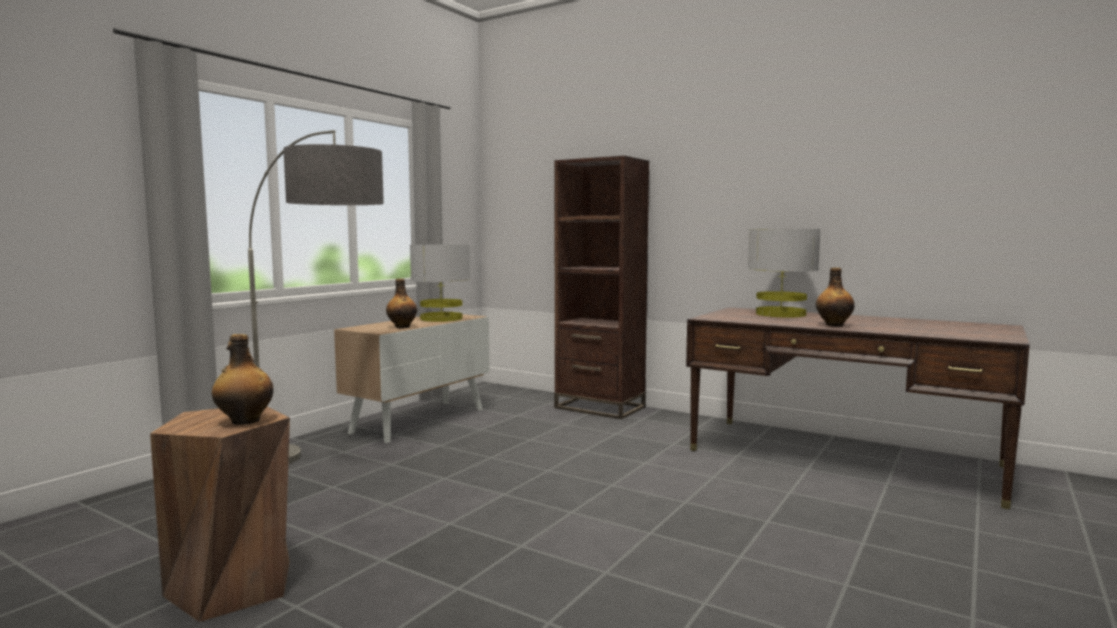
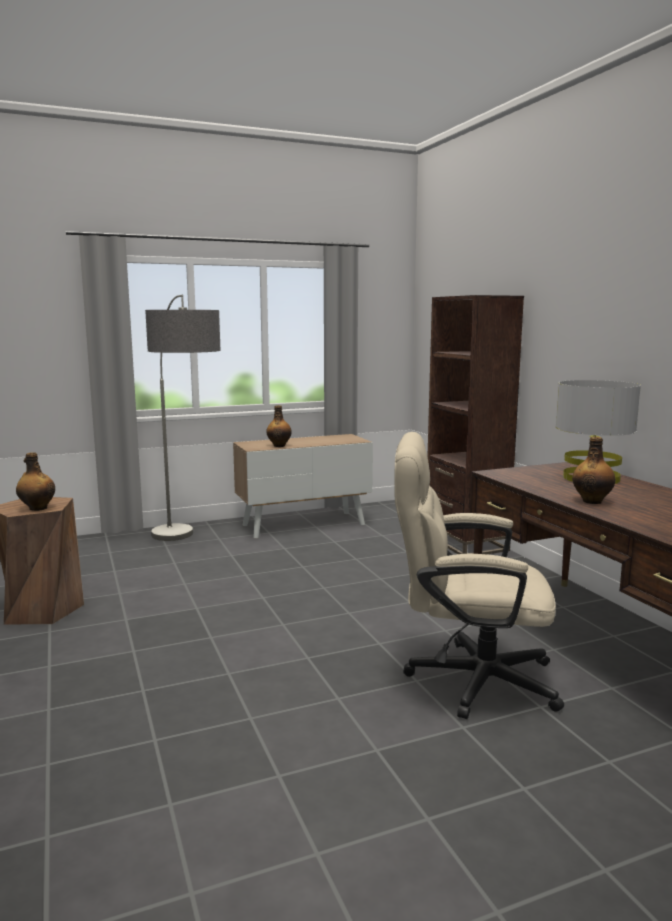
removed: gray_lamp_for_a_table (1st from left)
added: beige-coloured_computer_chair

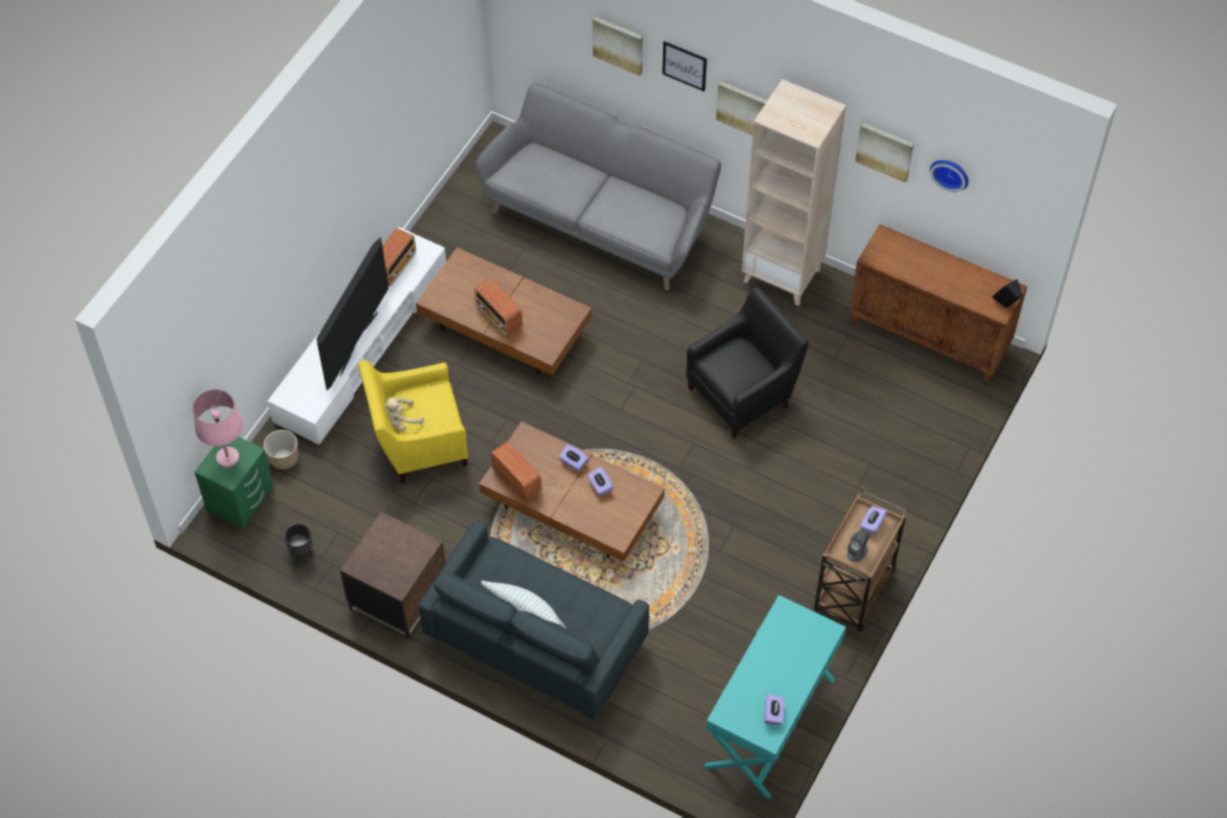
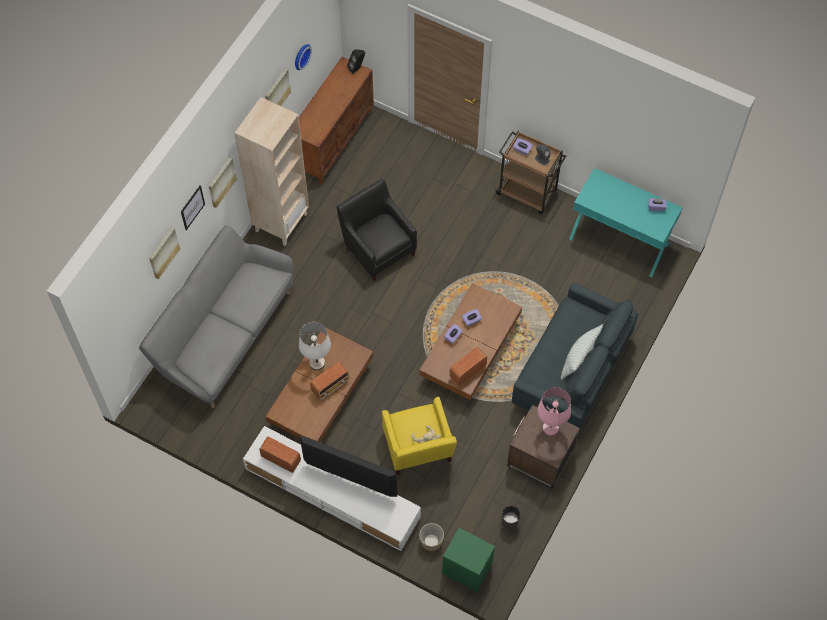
added: whitish_lamp_for_a_table
moved: pink-coloured_lamp_for_a_table

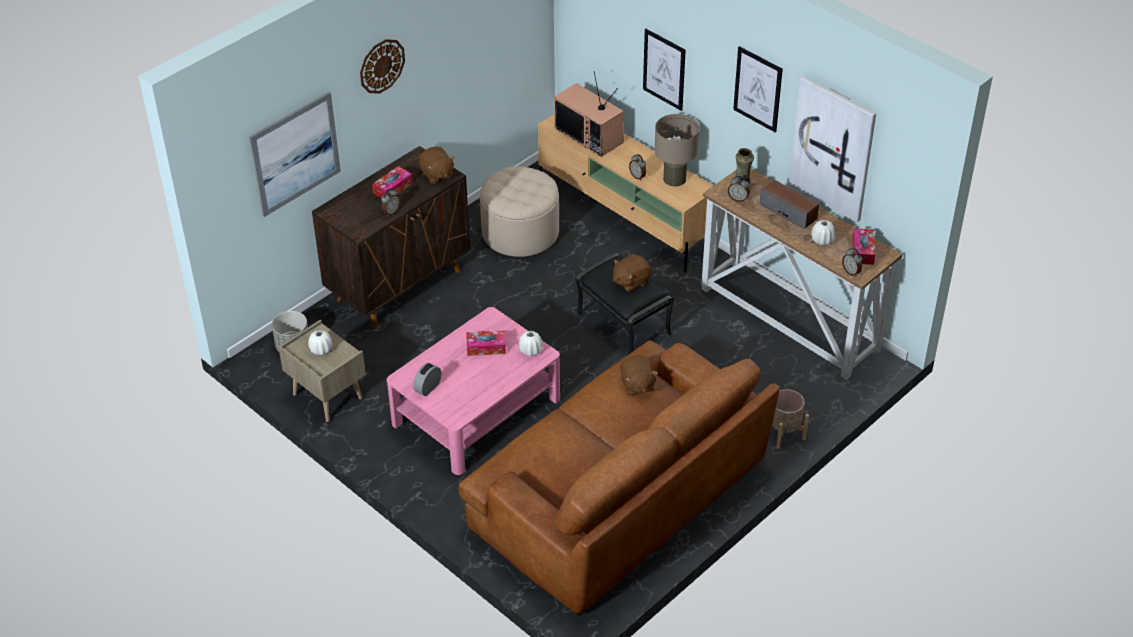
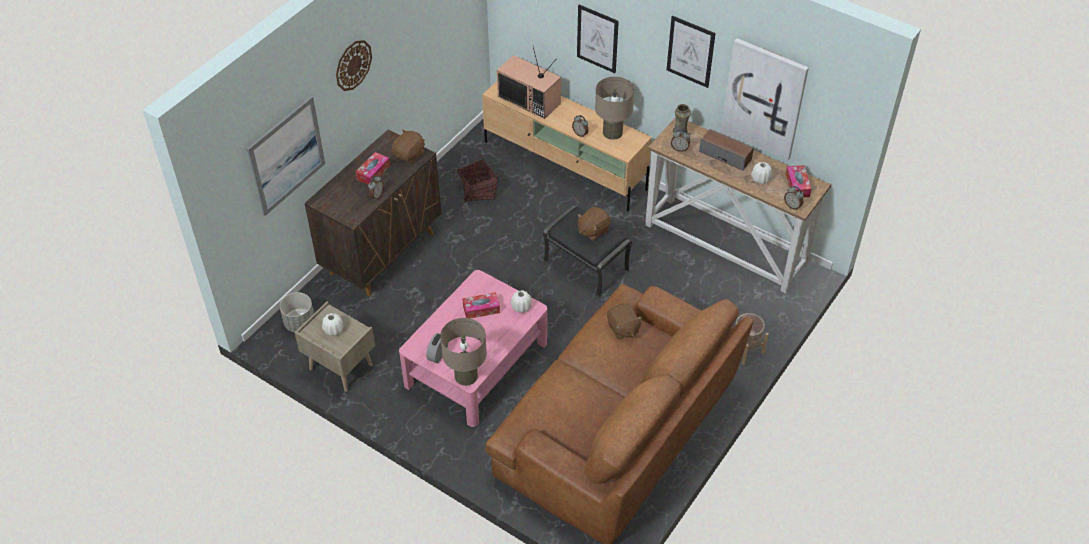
added: beige-coloured_lamp_for_a_table (1st from left)
replaced: beige-coloured_footrest to household_basket
turned: brown-coloured_cuddly_toy (1st from left) 105 degrees counterclockwise

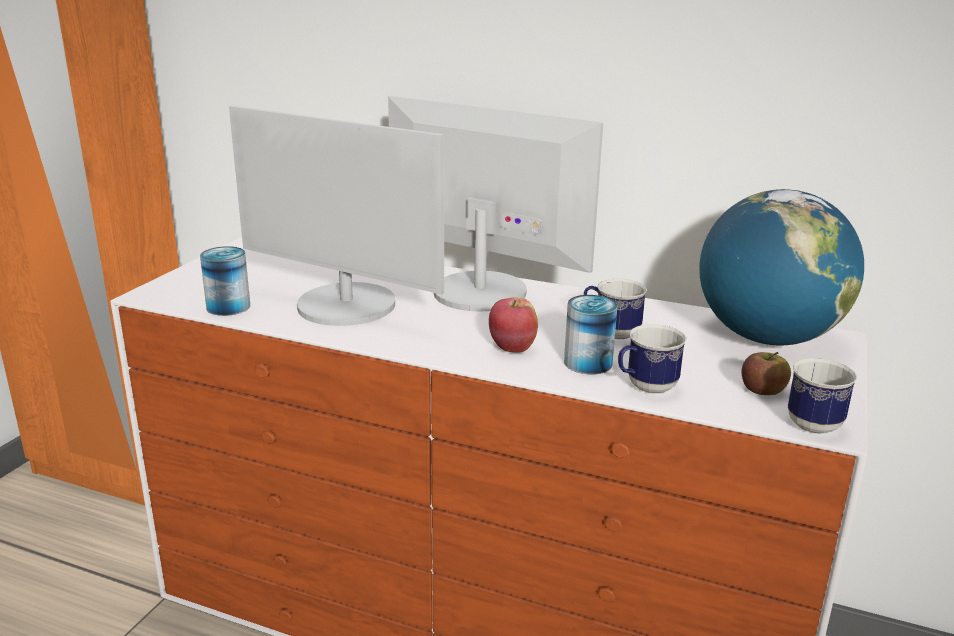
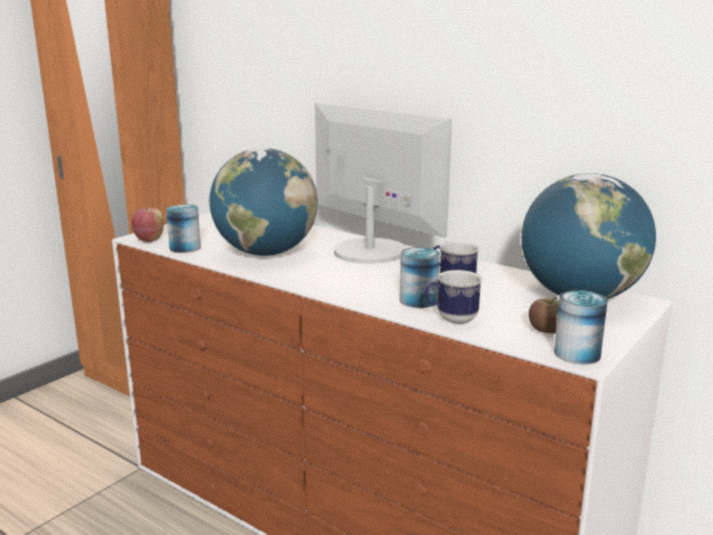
moved: whole_apple (1st from left)
replaced: computer_display (1st from left) to desk_globe (1st from left); coffee_mug (3rd from left) to sealed_can (3rd from left)

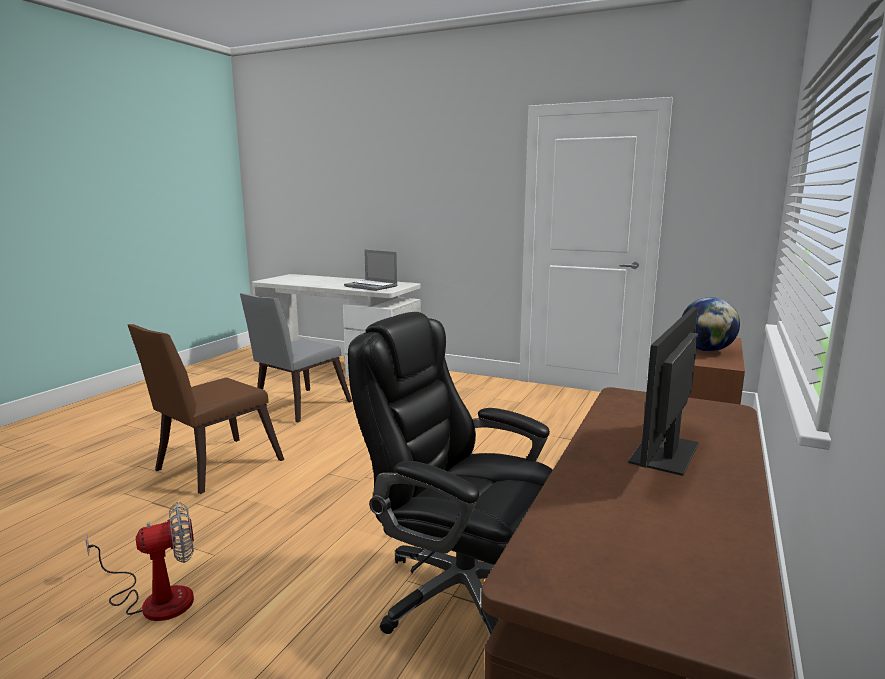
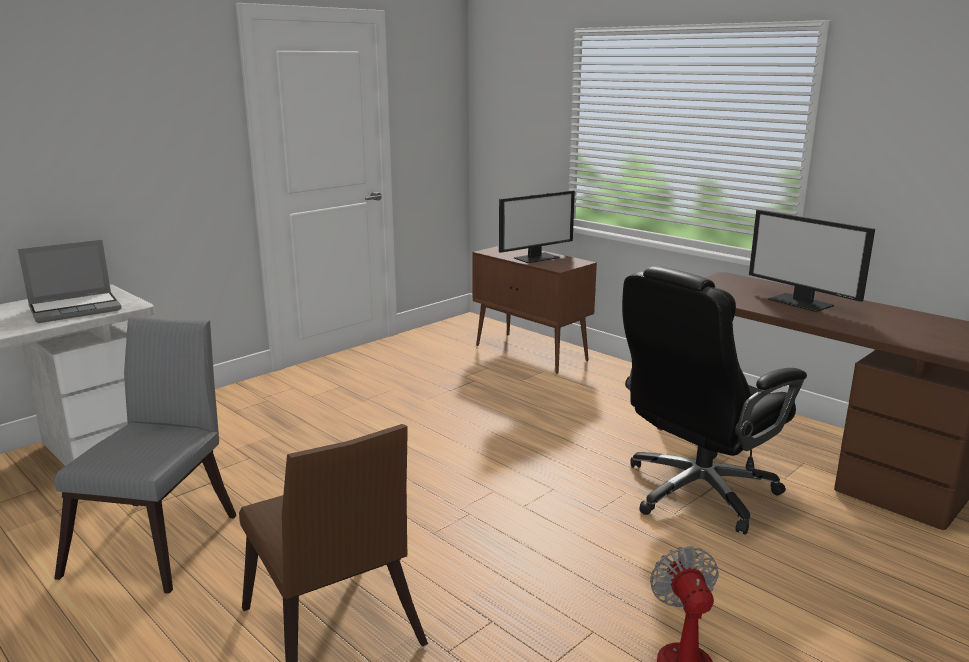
replaced: desk_globe to computer_display (1st from left)
turned: gray_chair 135 degrees counterclockwise

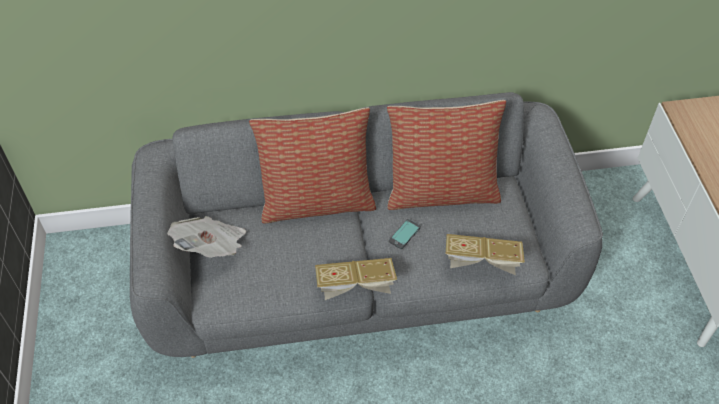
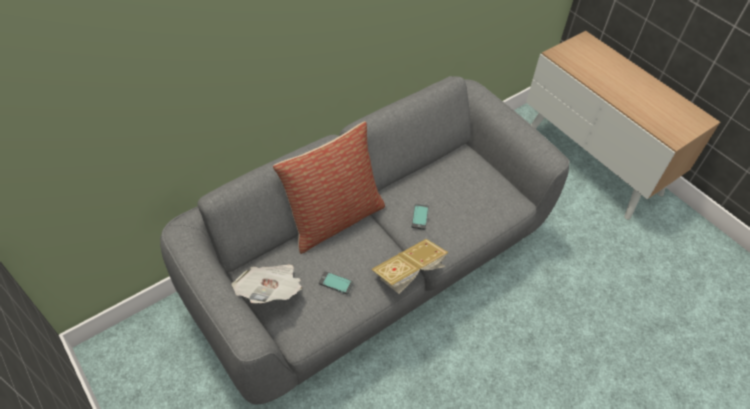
removed: cushion (2nd from left); bound_book (2nd from left)
added: handset (1st from left)

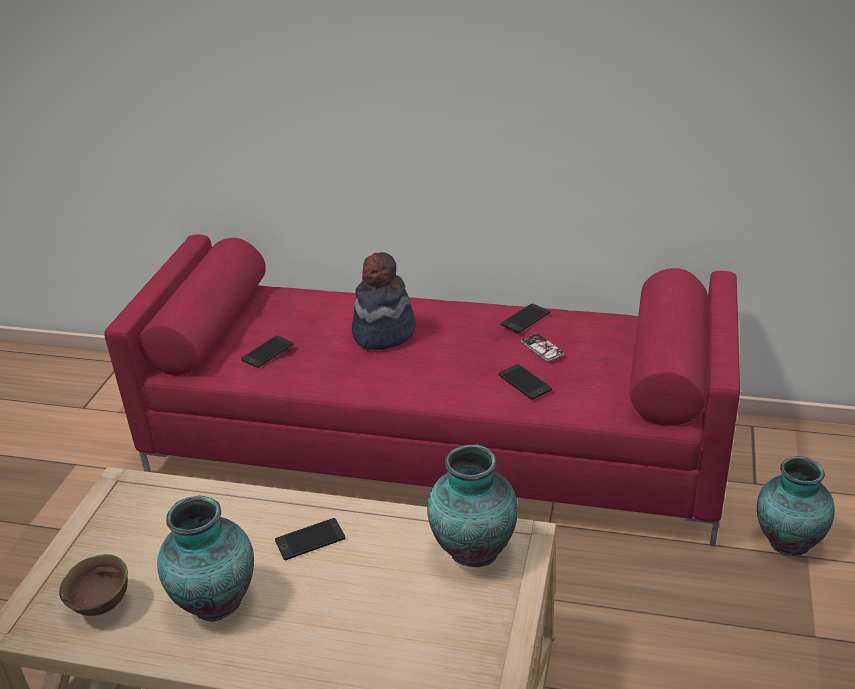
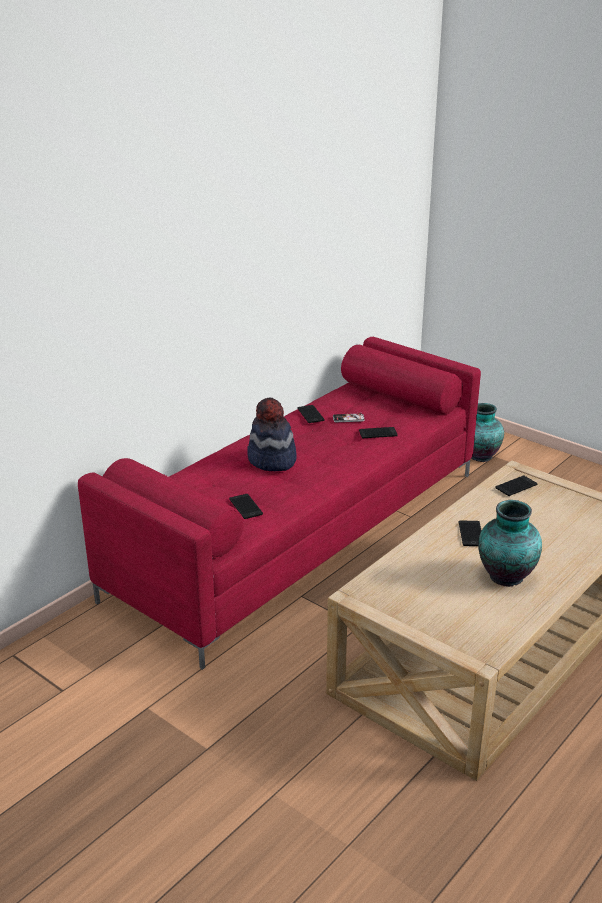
removed: brown-coloured_bowl
replaced: vase (2nd from left) to handset (6th from left)

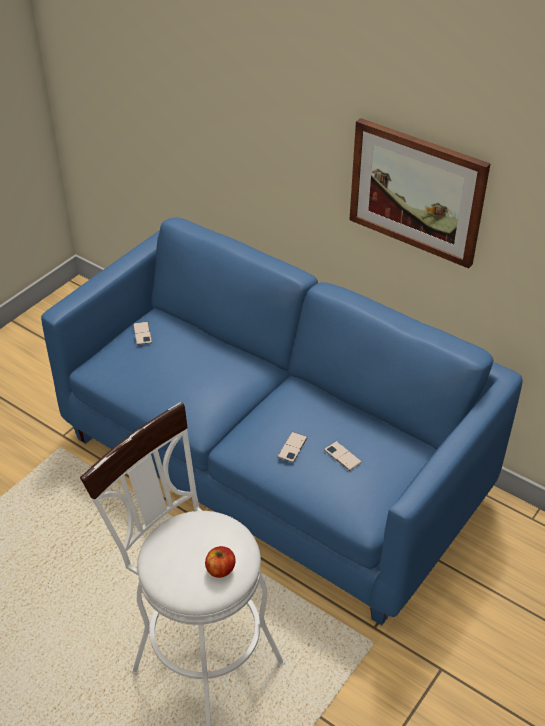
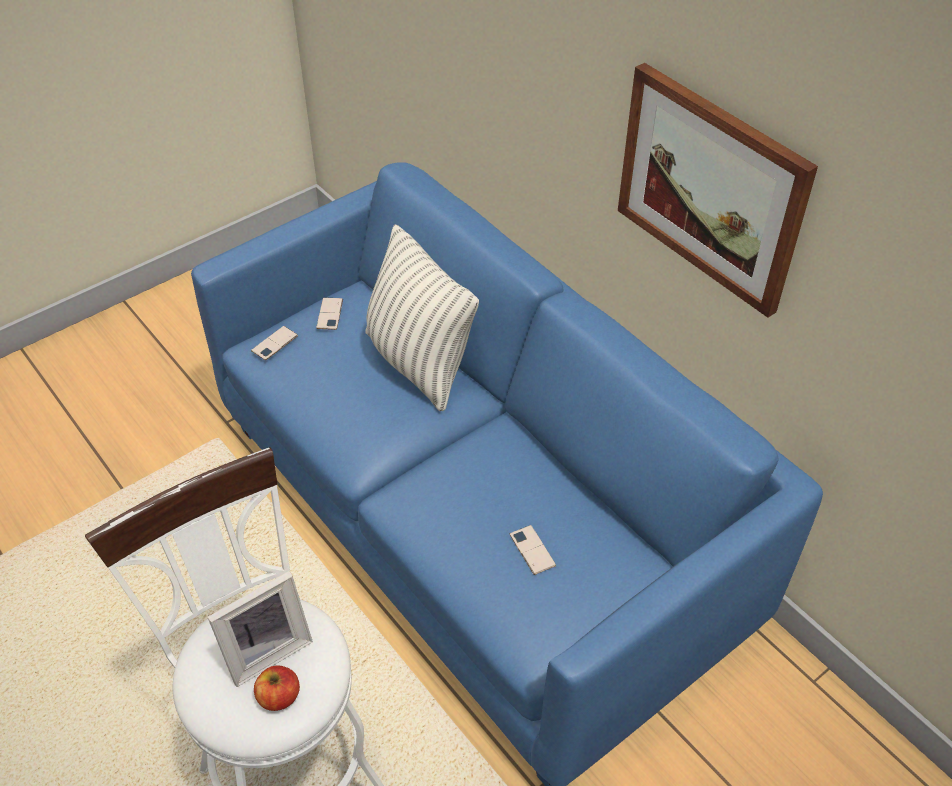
added: standing_frame; cushion
moved: handset (2nd from left in the first image) to handset (1st from left)

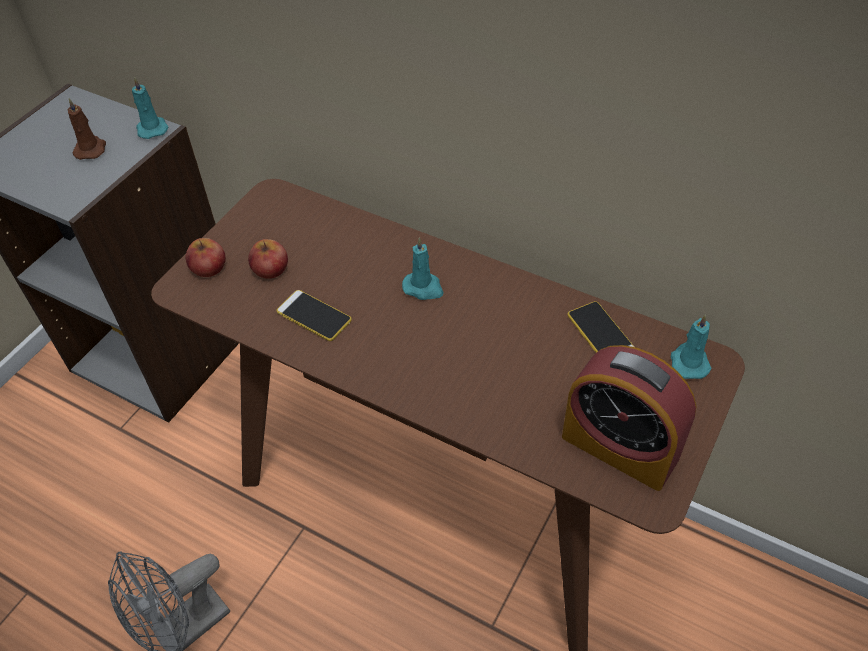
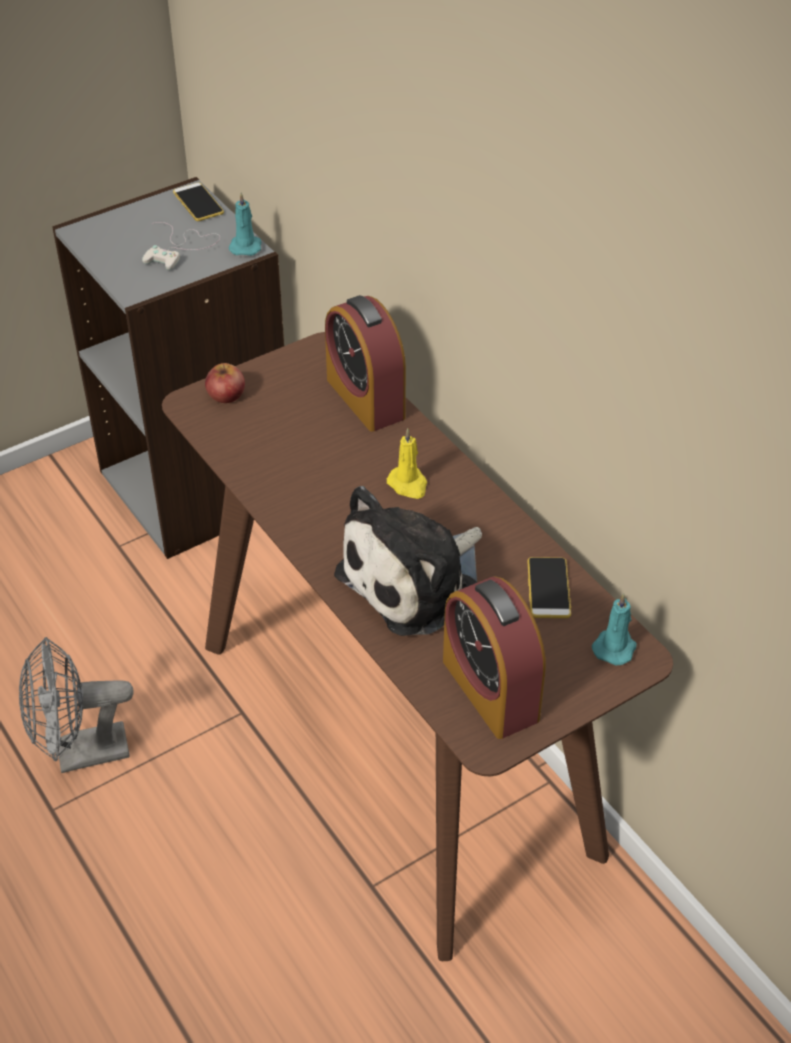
removed: whole_apple (2nd from left)
added: bedside_clock (1st from left); cuddly_toy
moved: handset (1st from left)
replaced: brown-coloured_wax_light to whitish_game_controller
recoloured: turquoise_wax_light (2nd from left) to yellow_wax_light

